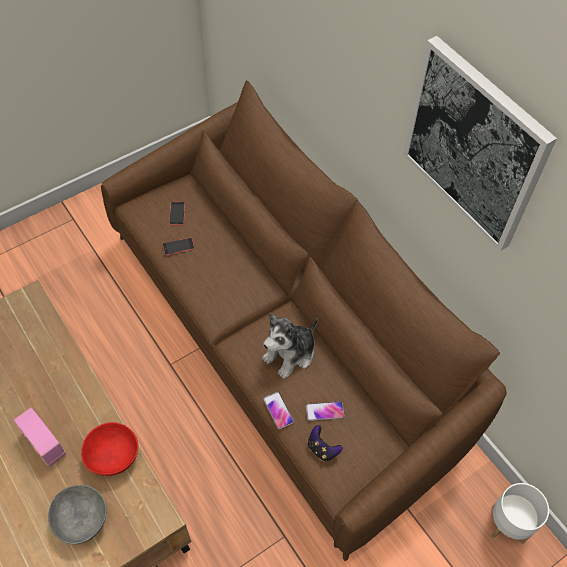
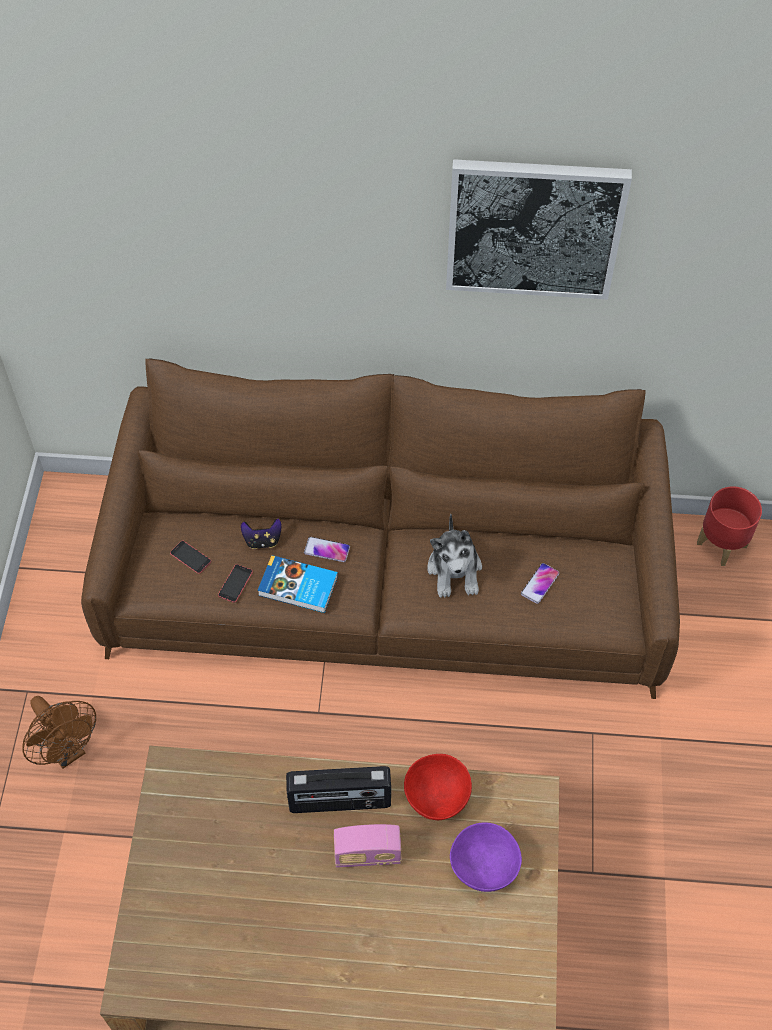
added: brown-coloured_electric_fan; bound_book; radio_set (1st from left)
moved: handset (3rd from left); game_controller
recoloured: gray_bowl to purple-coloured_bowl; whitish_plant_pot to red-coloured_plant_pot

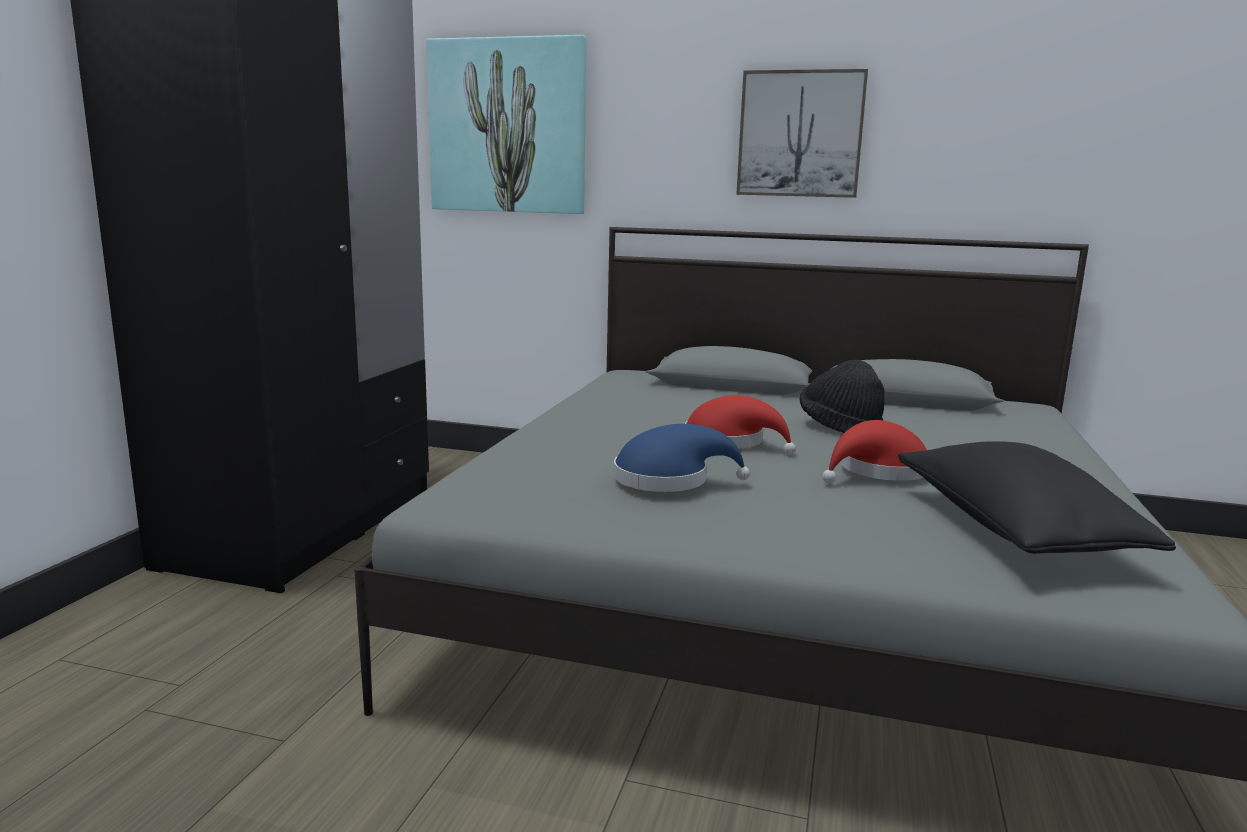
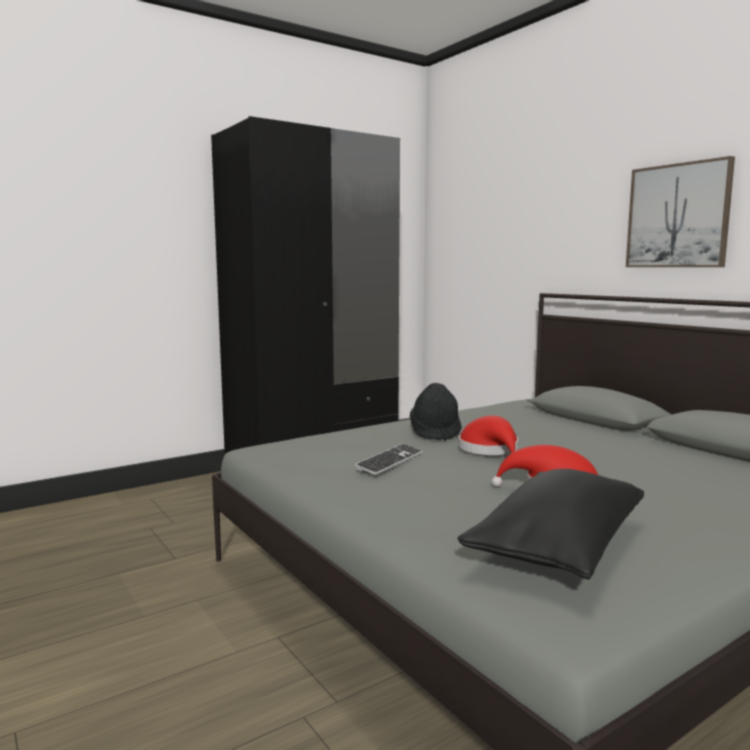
removed: wall_picture (1st from left)
moved: black_wearable_hat
replaced: blue_wearable_hat to keyboard

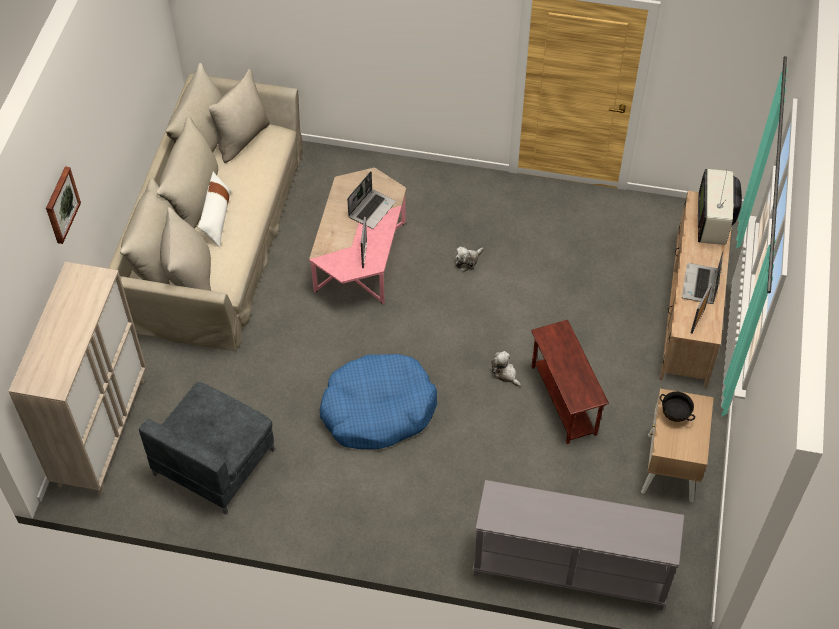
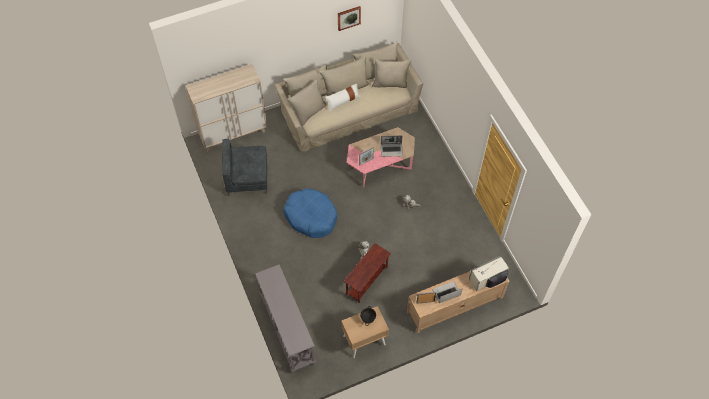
moved: wall_picture

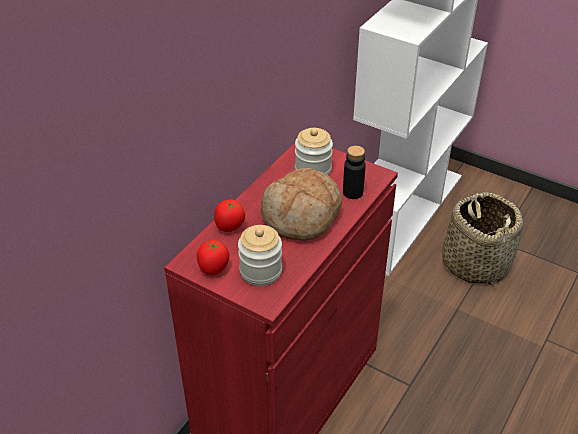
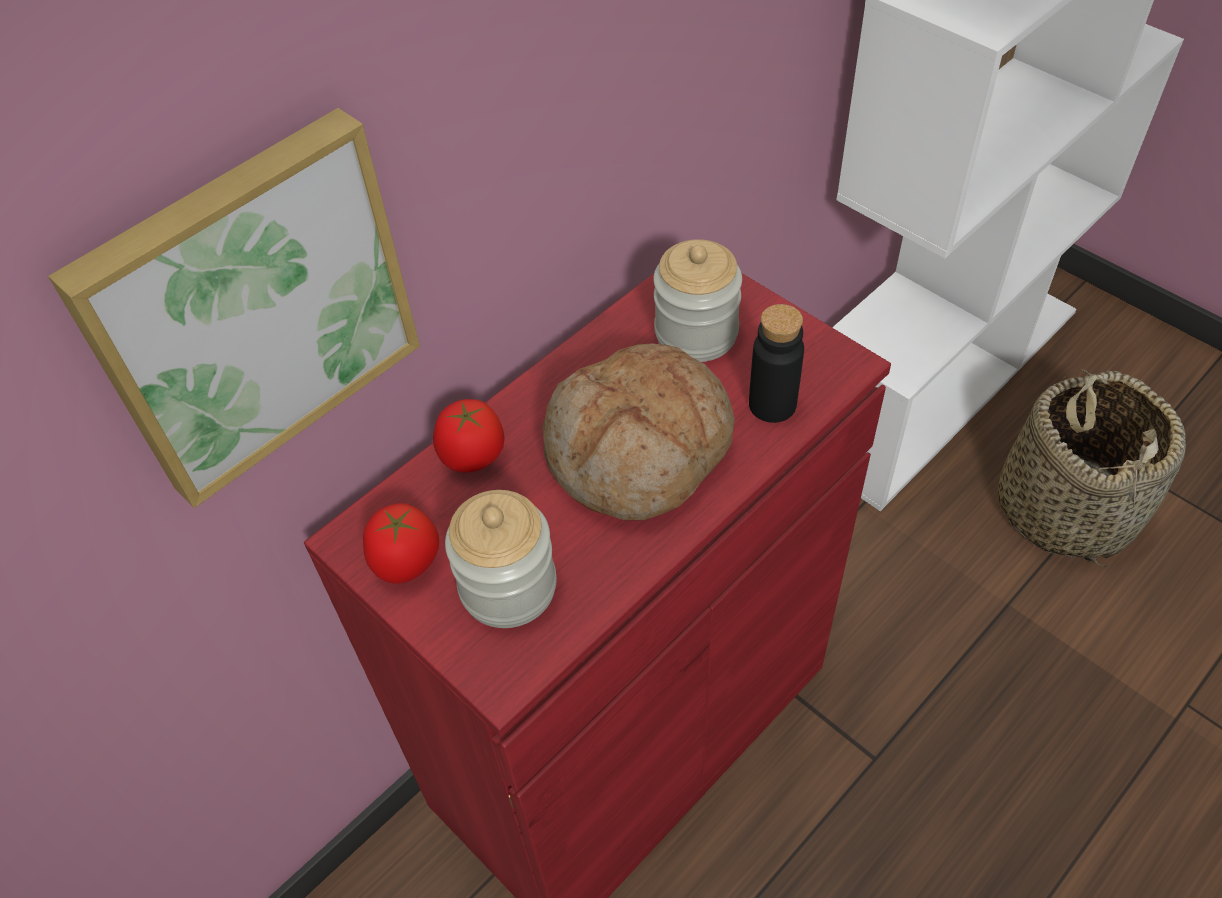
added: wall_picture

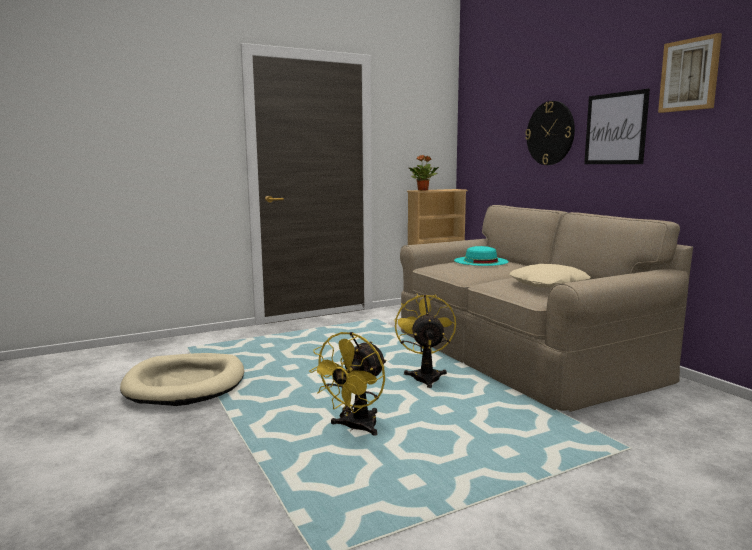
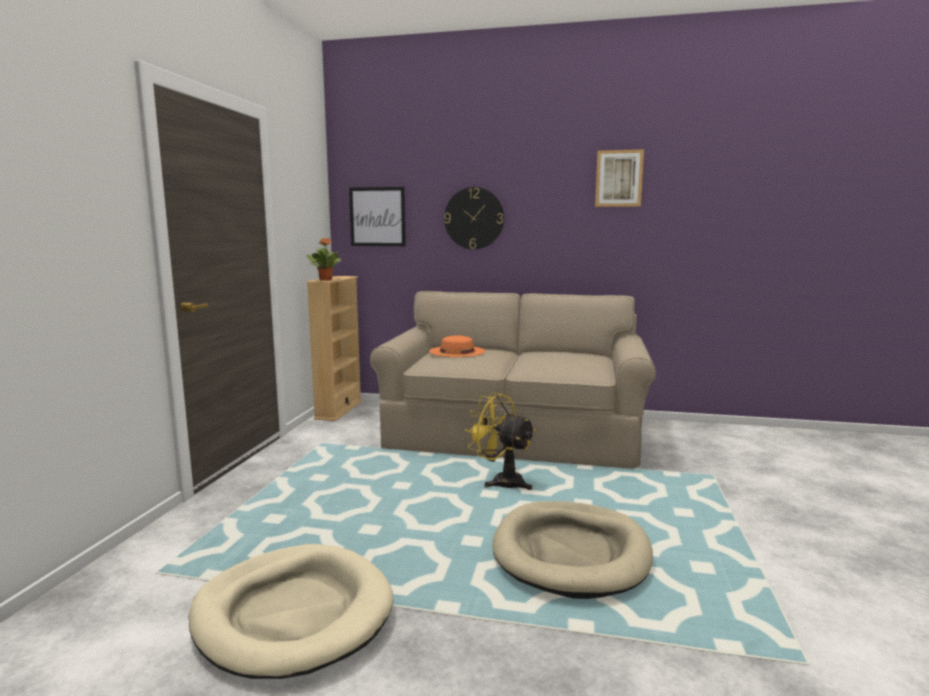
removed: beige-coloured_cushion
moved: wall_picture (1st from left)
replaced: yellow_electric_fan (1st from left) to beige-coloured_dog_cushion (2nd from left)
recoloured: turquoise_wearable_hat to orangey_wearable_hat

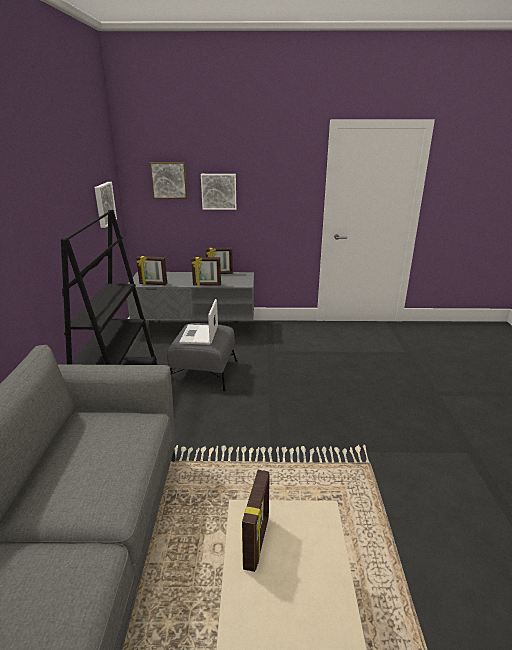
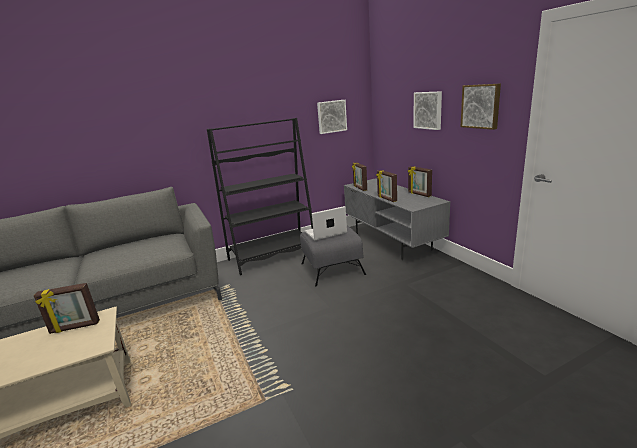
moved: wall_picture (2nd from left in the first image) to wall_picture (3rd from left)

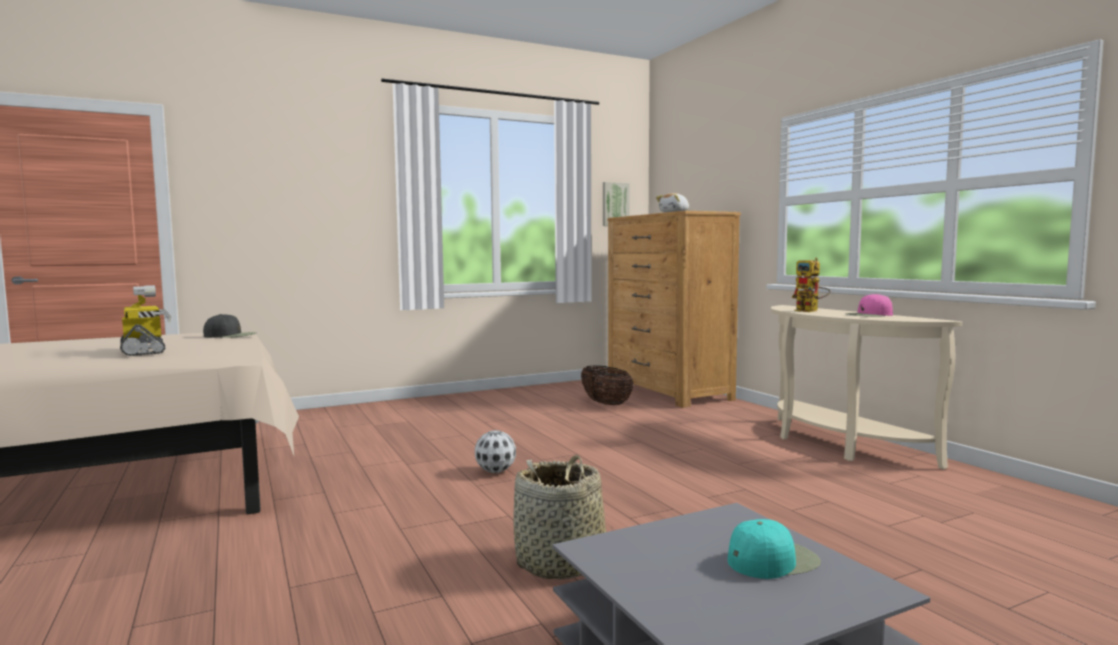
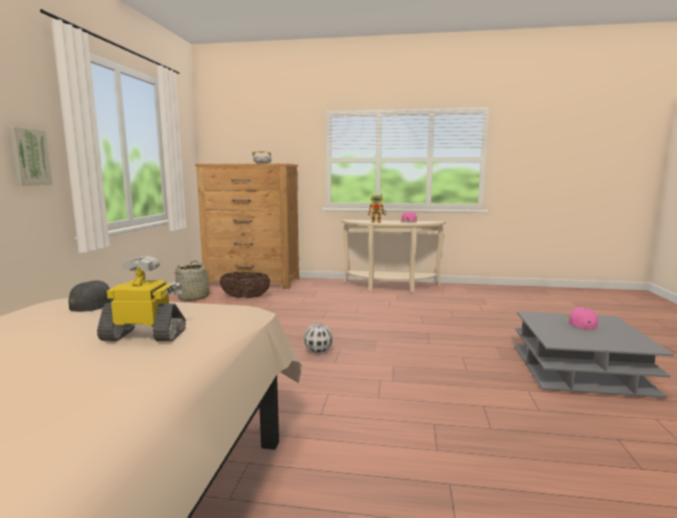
moved: household_basket (1st from left); wall_picture
recoloured: turquoise_peaked_cap to pink-coloured_peaked_cap (2nd from left)

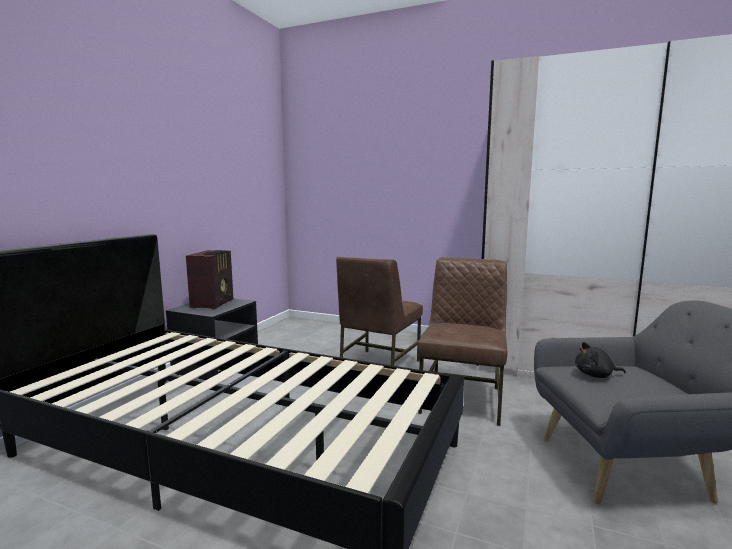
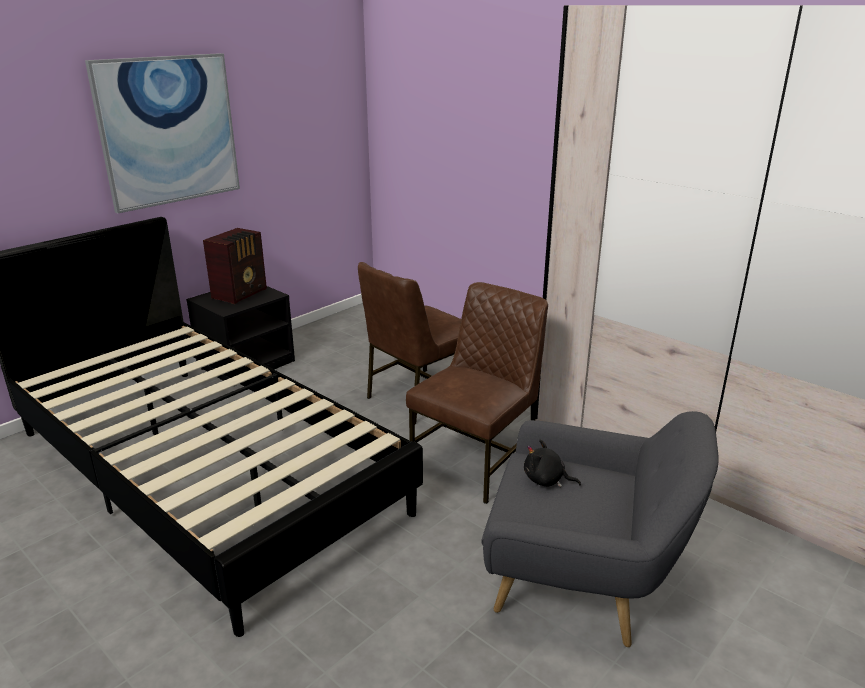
added: wall_picture

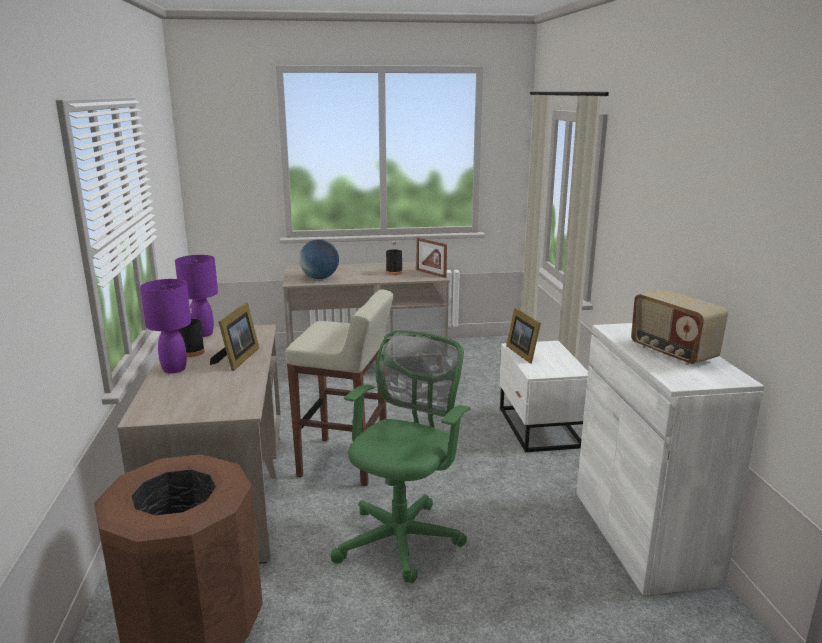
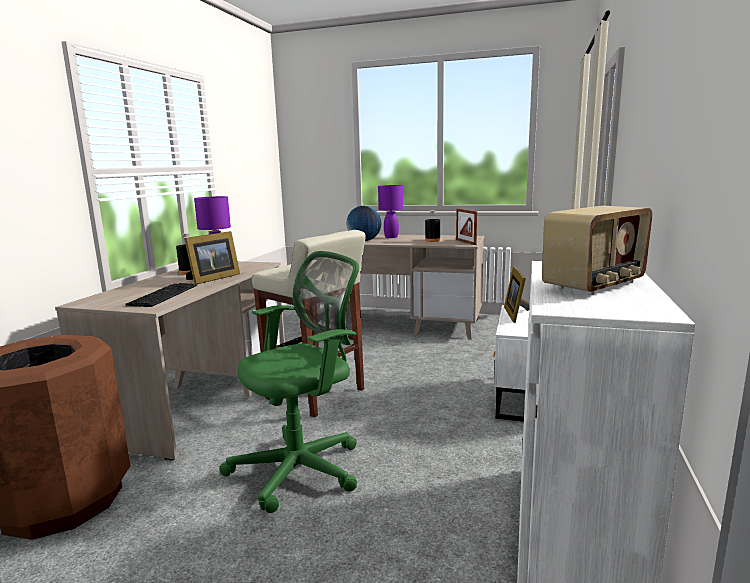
added: keyboard
moved: purple-coloured_lamp_for_a_table (1st from left in the first image) to purple-coloured_lamp_for_a_table (2nd from left)
turned: radio_set 120 degrees counterclockwise

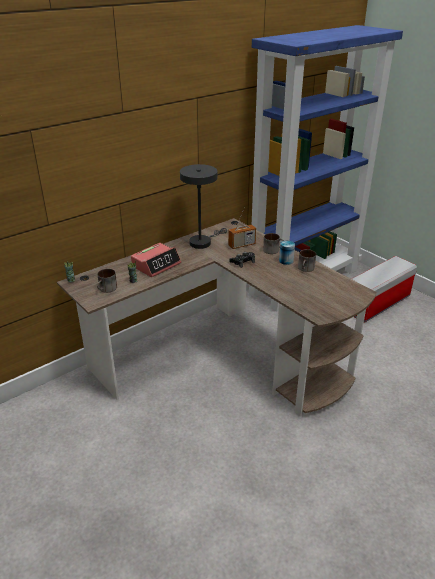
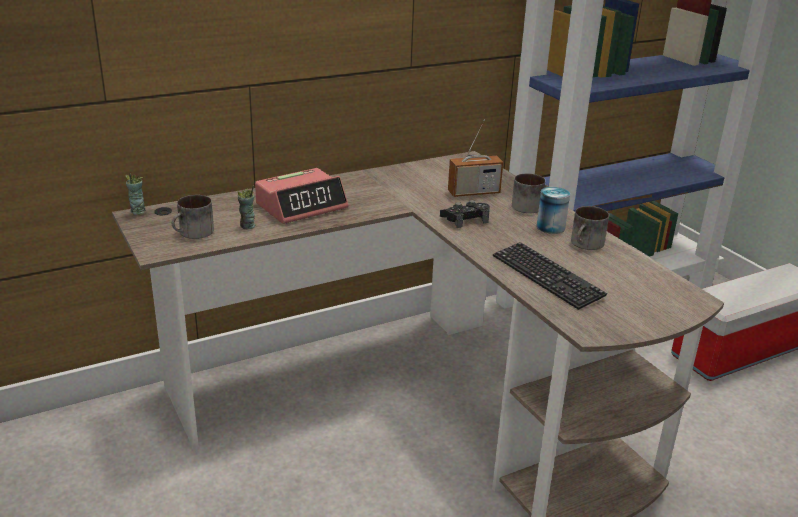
removed: gray_lamp_for_a_table
added: keyboard

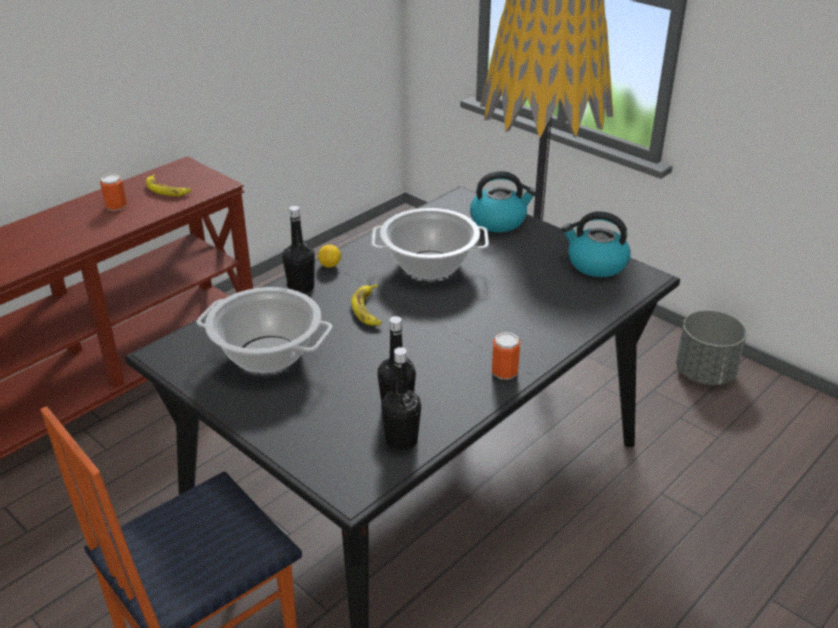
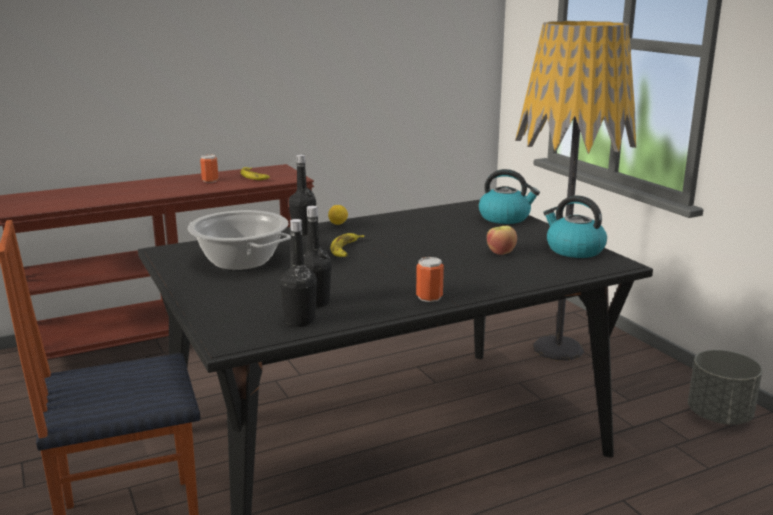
removed: saucepot (2nd from left)
added: whole_apple

